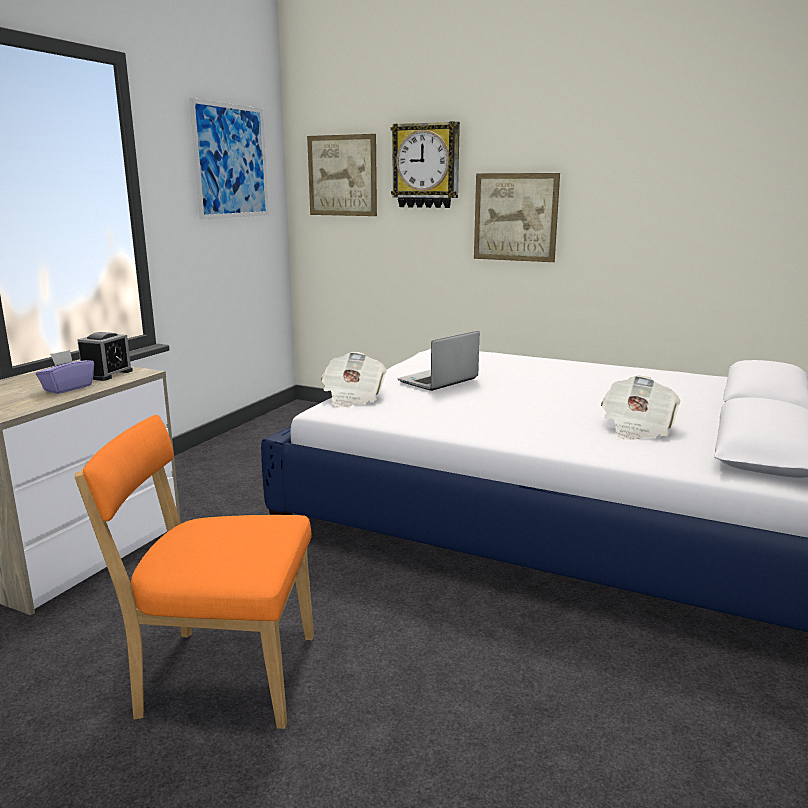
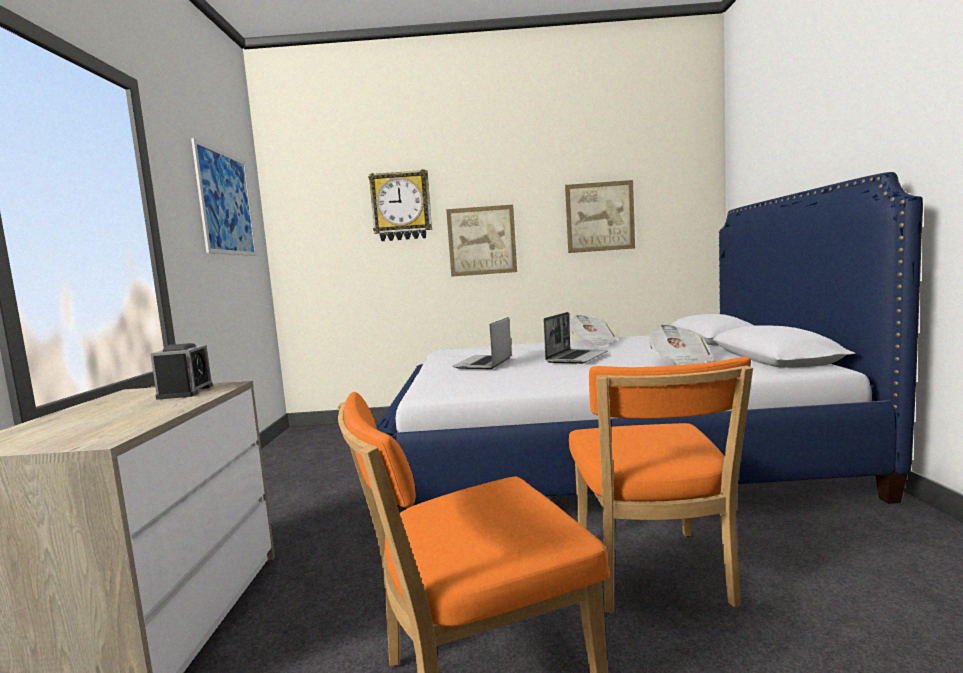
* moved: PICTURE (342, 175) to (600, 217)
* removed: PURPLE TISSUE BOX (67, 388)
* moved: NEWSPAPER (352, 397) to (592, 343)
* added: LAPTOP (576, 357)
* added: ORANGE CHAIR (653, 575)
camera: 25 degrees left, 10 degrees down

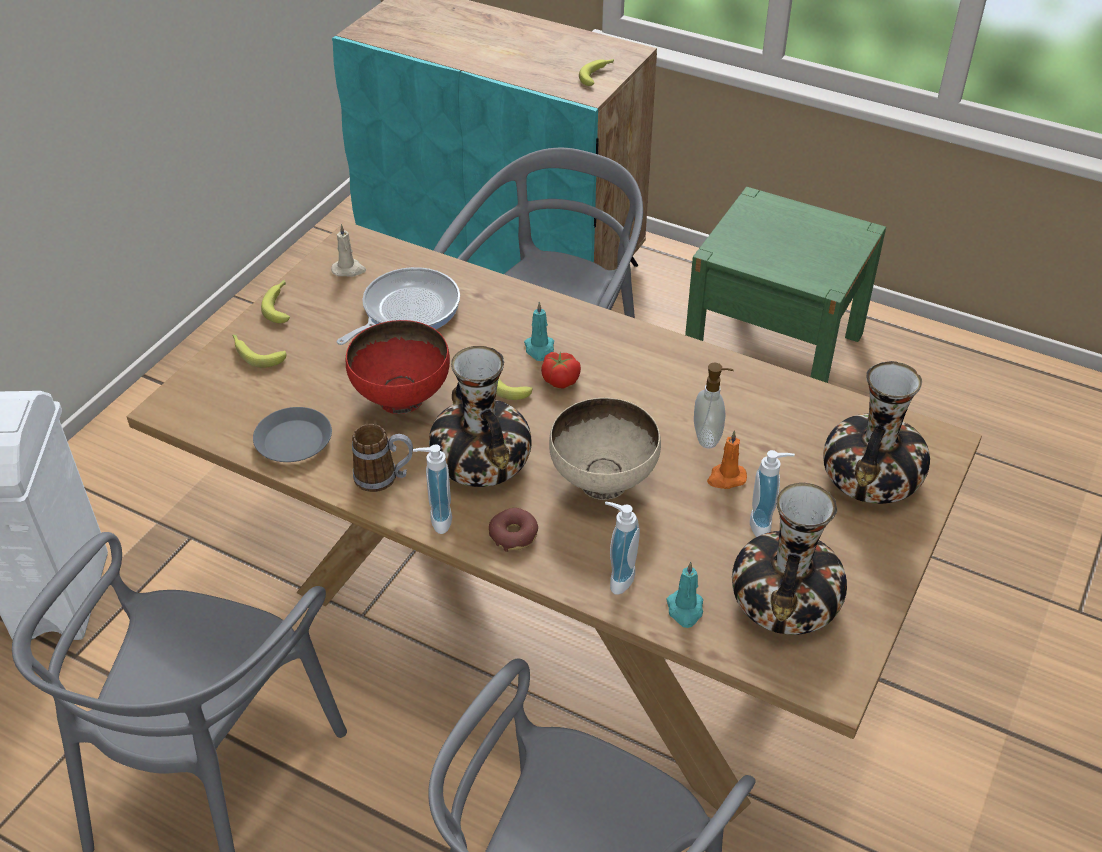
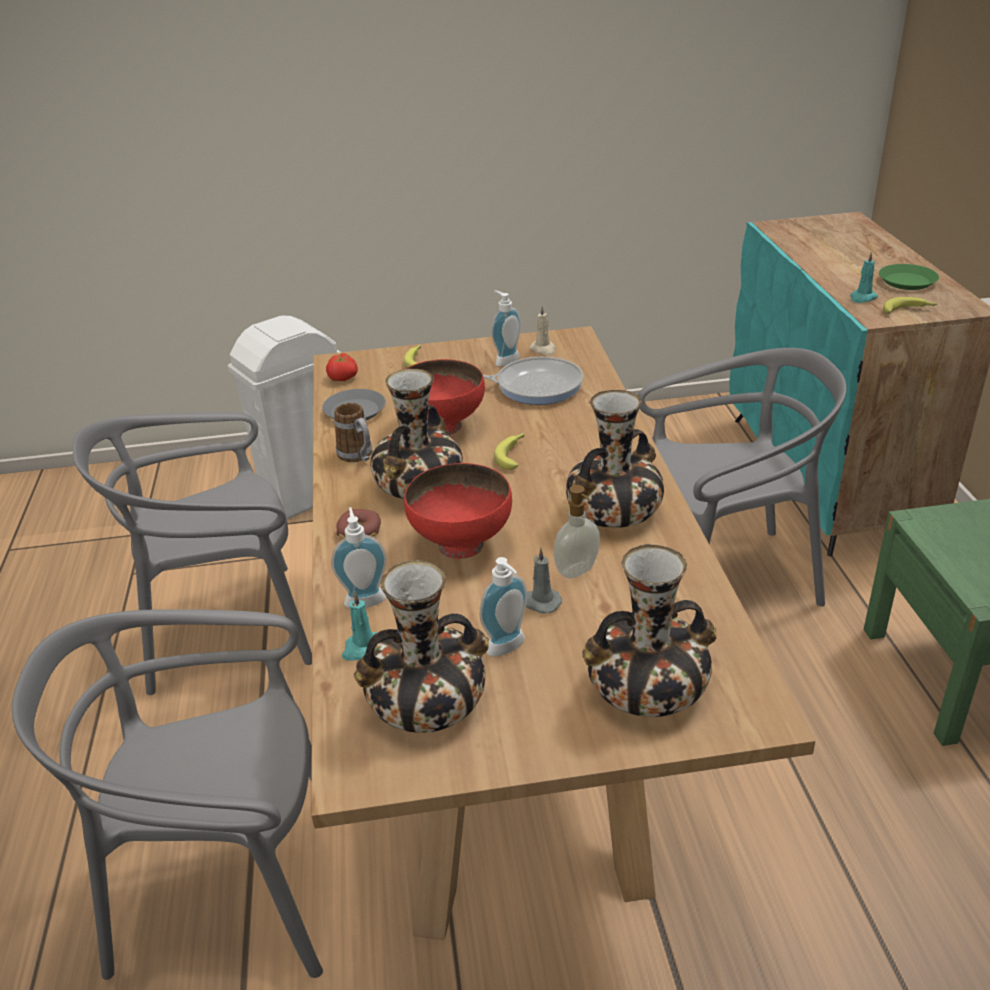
* removed: BANANA (280, 305)
* moved: TURQUOISE CANDLE (539, 349) to (862, 298)
* moved: TOMATO (560, 379) to (343, 377)
* recoloured: BEIGE BOWL (604, 481) to RED BOWL (462, 544)
* recoloured: ORANGE CANDLE (726, 478) to GREY CANDLE (540, 602)
* moved: SOAP DISPENSER (436, 519) to (505, 360)
* added: GREEN PLATE (907, 281)
* added: VASE (612, 511)
camera: 55 degrees right, 10 degrees down

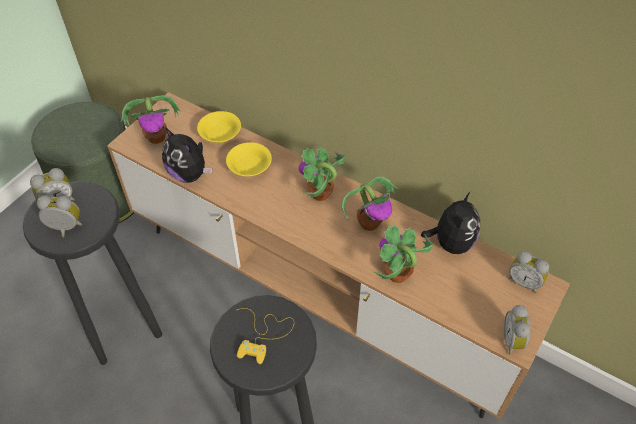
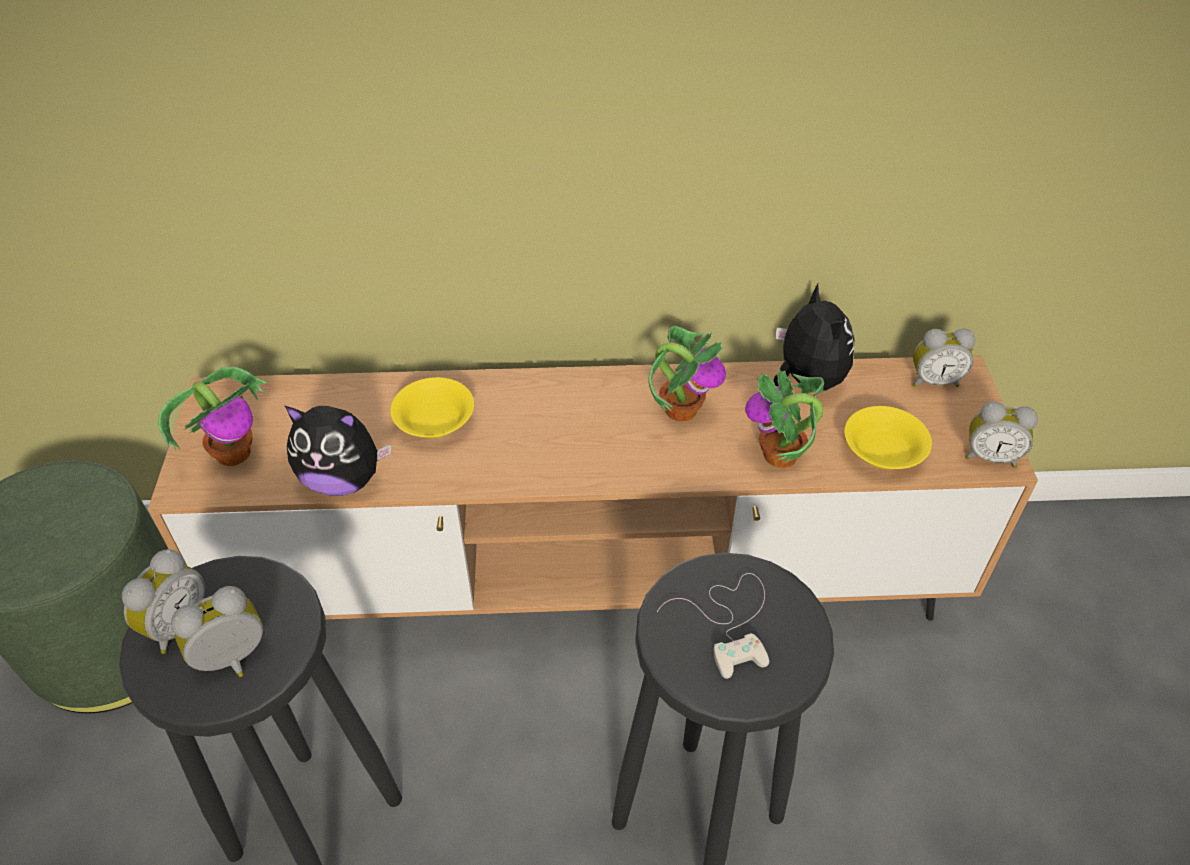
* moved: YELLOW BOWL (220, 135) to (883, 453)
* removed: POTTED PLANT (320, 194)
* turned: ALARM CLOCK (513, 340) = (990, 456) 45 degrees counterclockwise
* recoloured: YELLOW GAME CONTROLLER (264, 334) to WHITE GAME CONTROLLER (729, 622)
camera: 35 degrees left, 5 degrees down

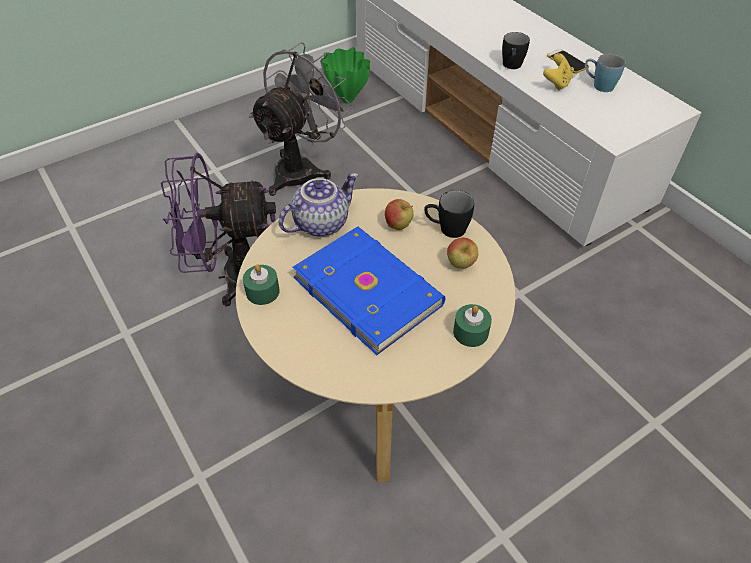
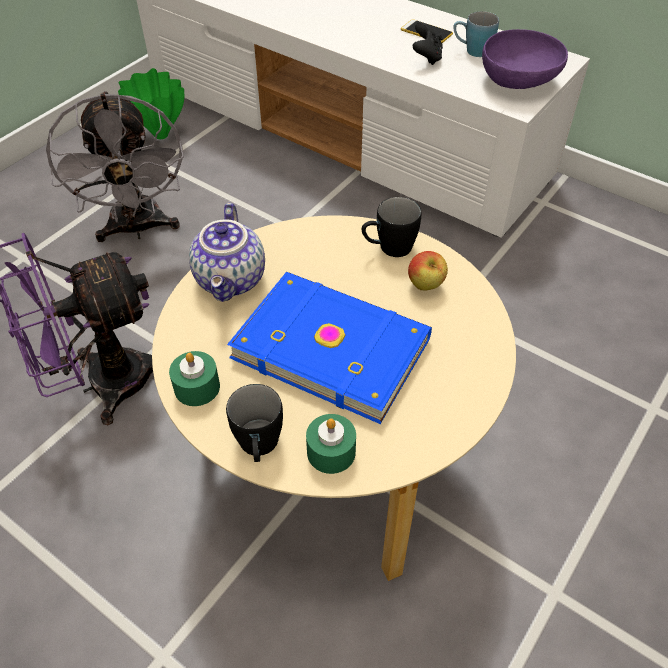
* moved: BLACK MUG (511, 66) to (259, 448)
* turned: GREY FAN (302, 168) = (138, 229) 150 degrees clockwise
* recoloured: YELLOW GAME CONTROLLER (556, 83) to BLACK GAME CONTROLLER (426, 57)
* turned: TEAPOT (321, 223) = (232, 280) 150 degrees clockwise
* removed: APPLE (398, 226)
* moved: GREEN CANDLE (470, 332) to (331, 452)
* added: PURPLE BOWL (519, 82)
camera: 20 degrees left, 0 degrees up

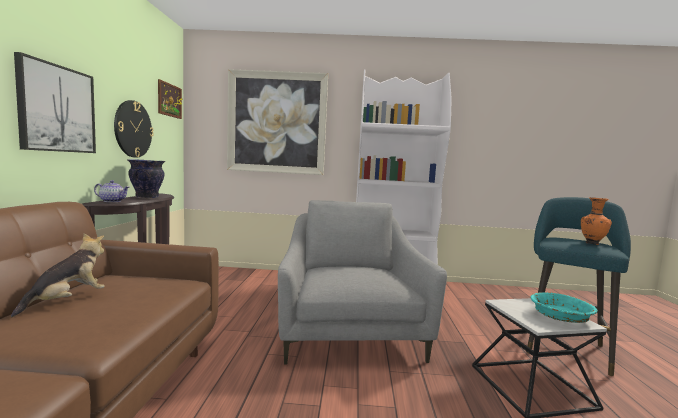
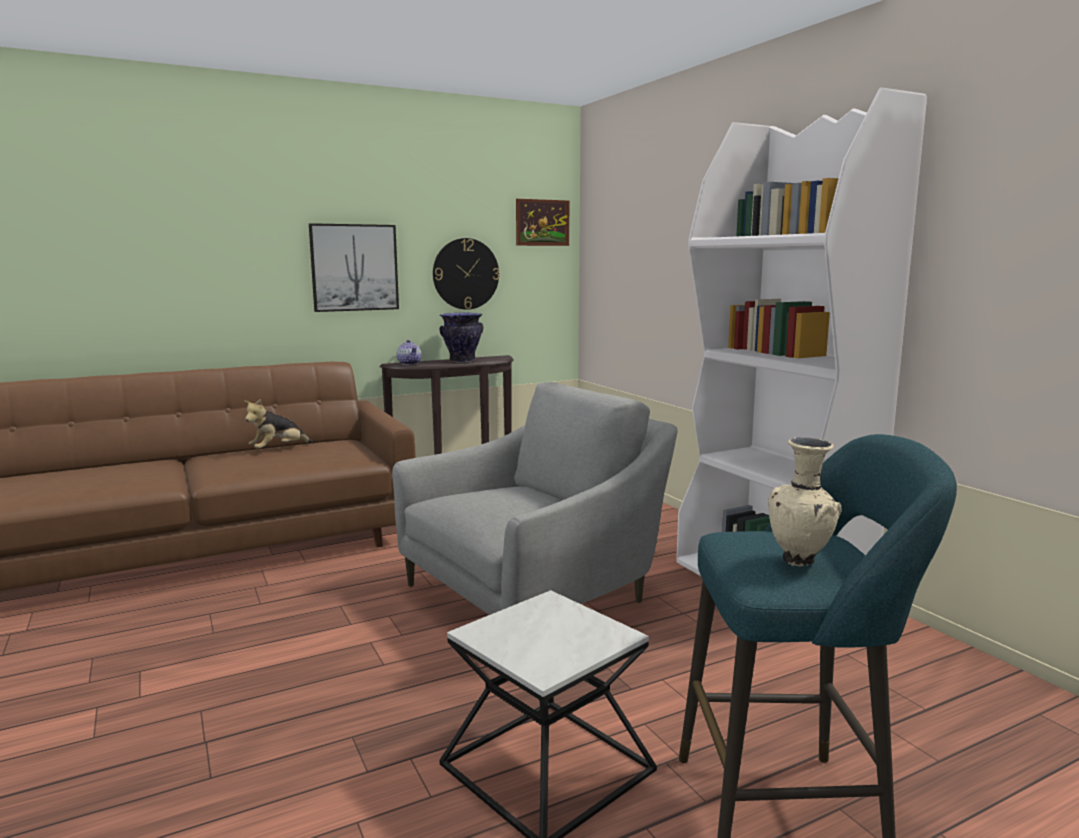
* removed: PICTURE (277, 123)
* recoloured: ORANGE VASE (592, 243) to BEIGE VASE (800, 562)
* turned: PLUSH TOY (67, 301) = (278, 450) 135 degrees clockwise
* removed: TURQUOISE BOWL (560, 316)
camera: 60 degrees right, 5 degrees up

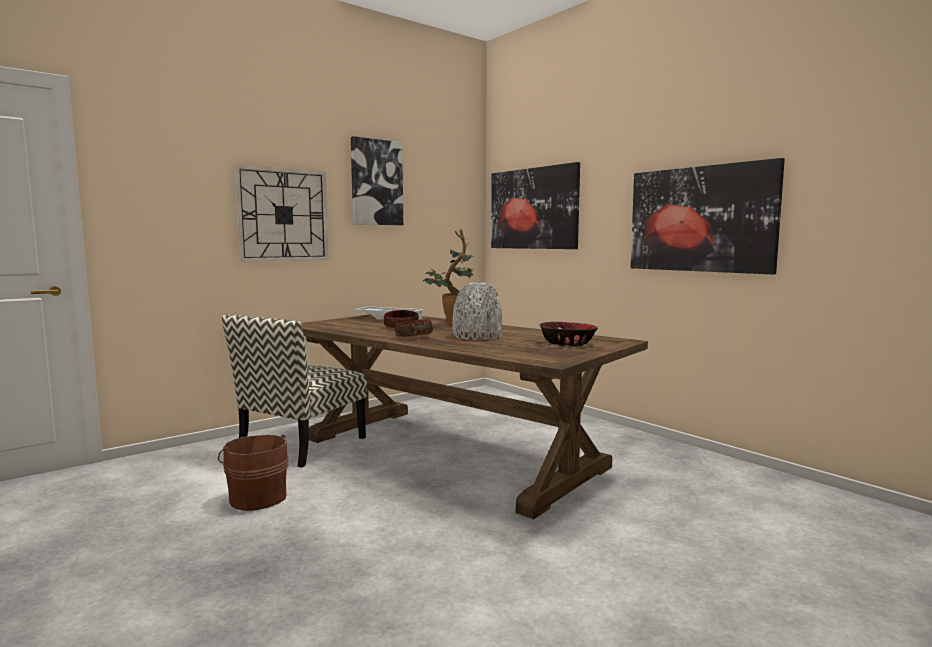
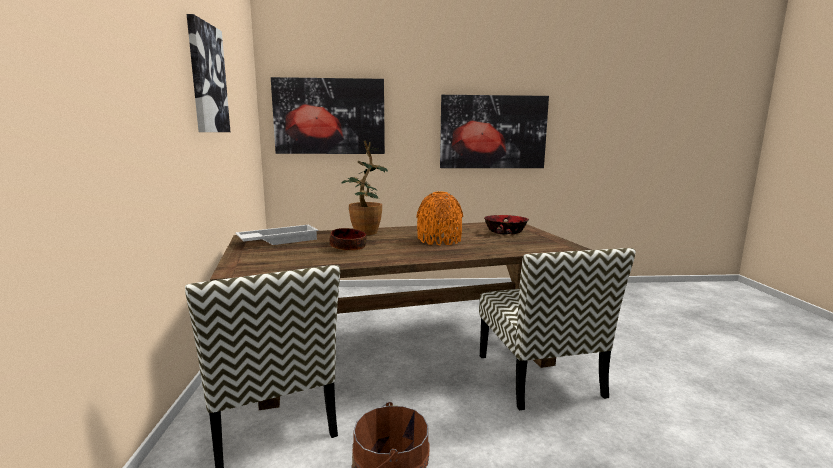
* removed: WALL CLOCK (283, 215)
* recoloured: GREY VASE (477, 336) to ORANGE VASE (439, 240)
* removed: BOWL (414, 336)
* added: CHAIR (540, 376)
camera: 55 degrees left, 5 degrees up

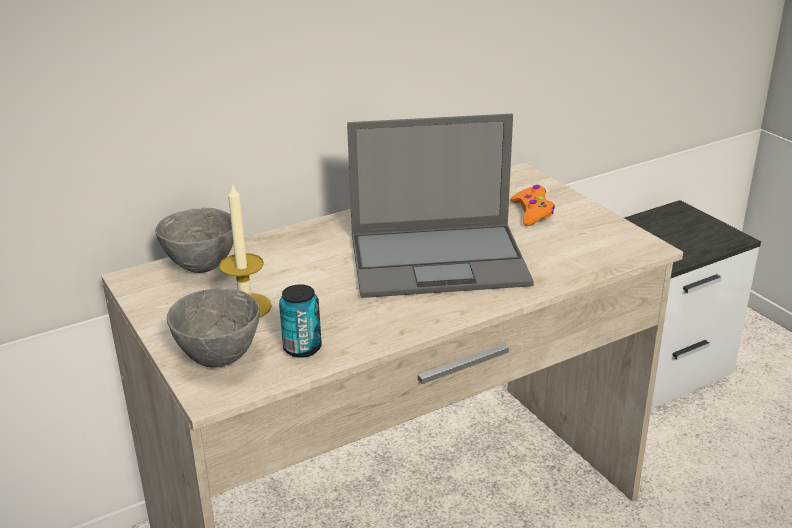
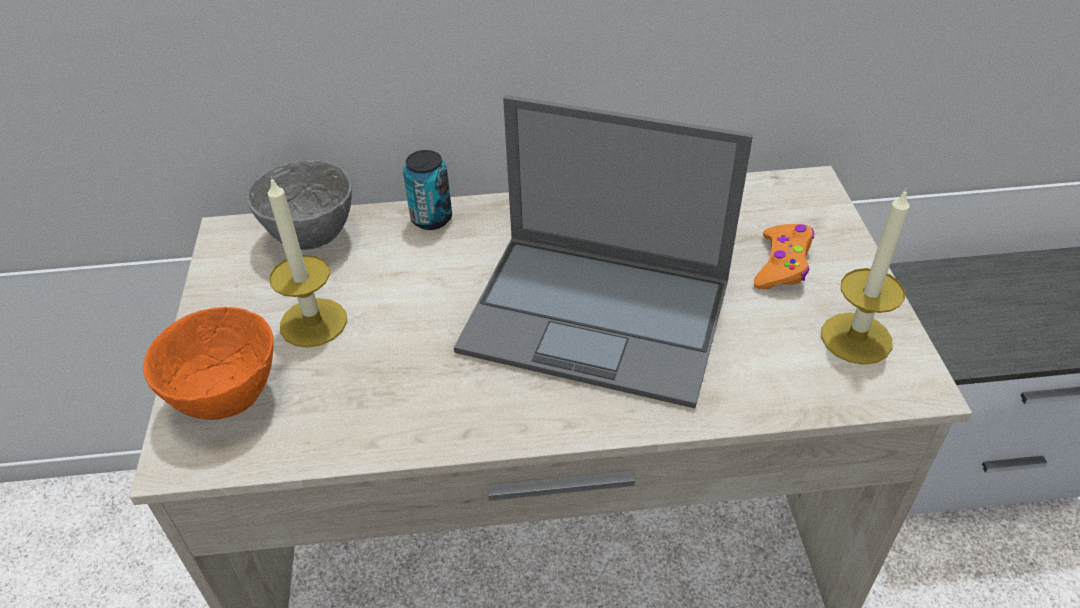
* moved: CAN (302, 348) to (431, 218)
* recoloured: GREY BOWL (217, 357) to ORANGE BOWL (226, 397)
* added: CANDLE (856, 338)
camera: 25 degrees right, 15 degrees up

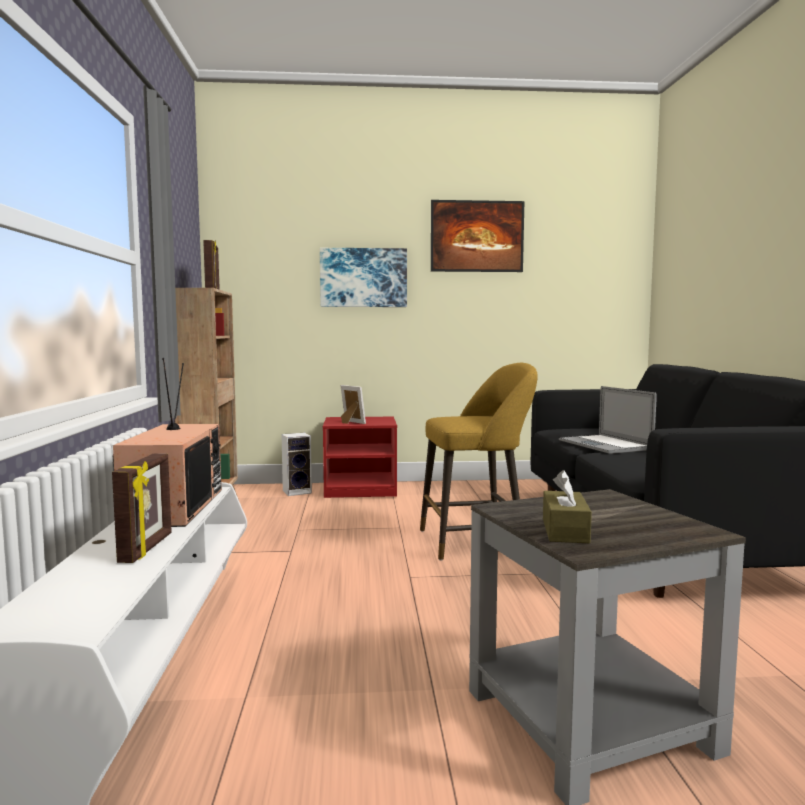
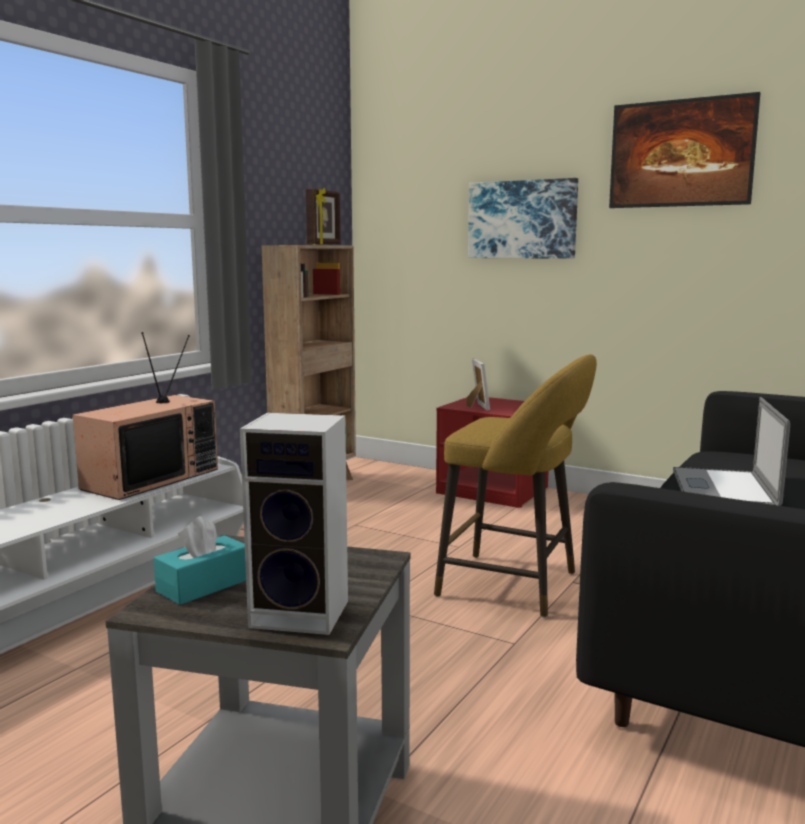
* moved: SPEAKER (298, 491) to (304, 613)
* removed: PICTURE FRAME (147, 548)
* recoloured: BROWN TISSUE BOX (565, 530) to TURQUOISE TISSUE BOX (204, 585)
camera: 35 degrees right, 5 degrees up

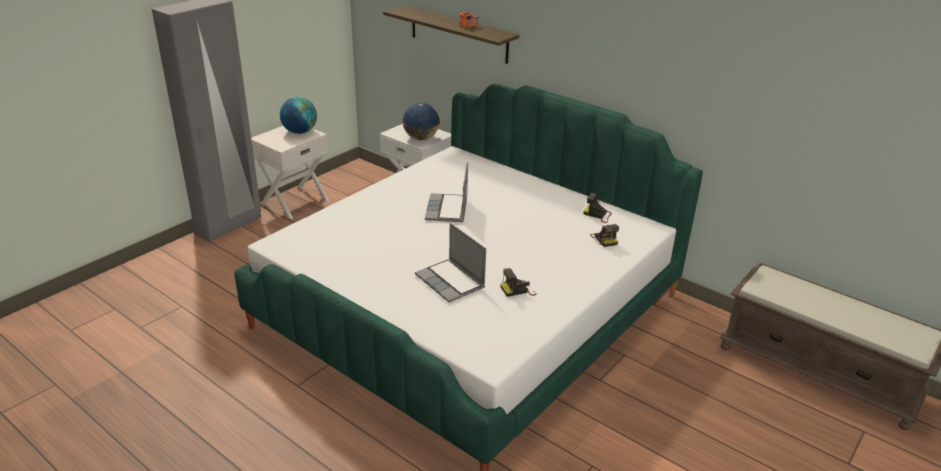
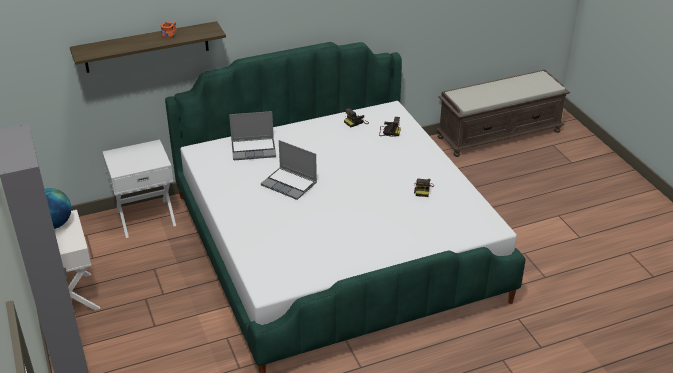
* removed: GLOBE (421, 138)
* moved: LAPTOP (451, 282) to (254, 149)
camera: 60 degrees left, 5 degrees up

